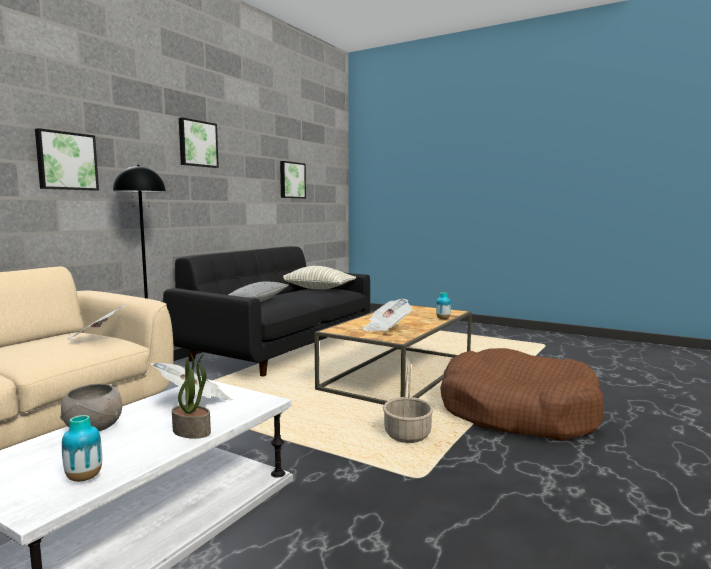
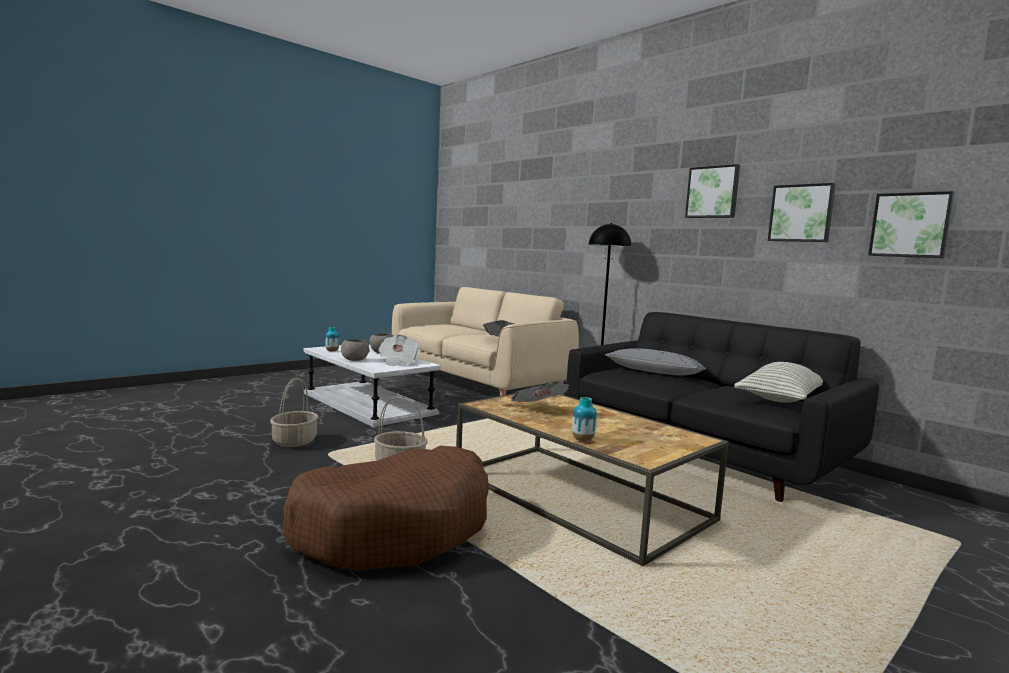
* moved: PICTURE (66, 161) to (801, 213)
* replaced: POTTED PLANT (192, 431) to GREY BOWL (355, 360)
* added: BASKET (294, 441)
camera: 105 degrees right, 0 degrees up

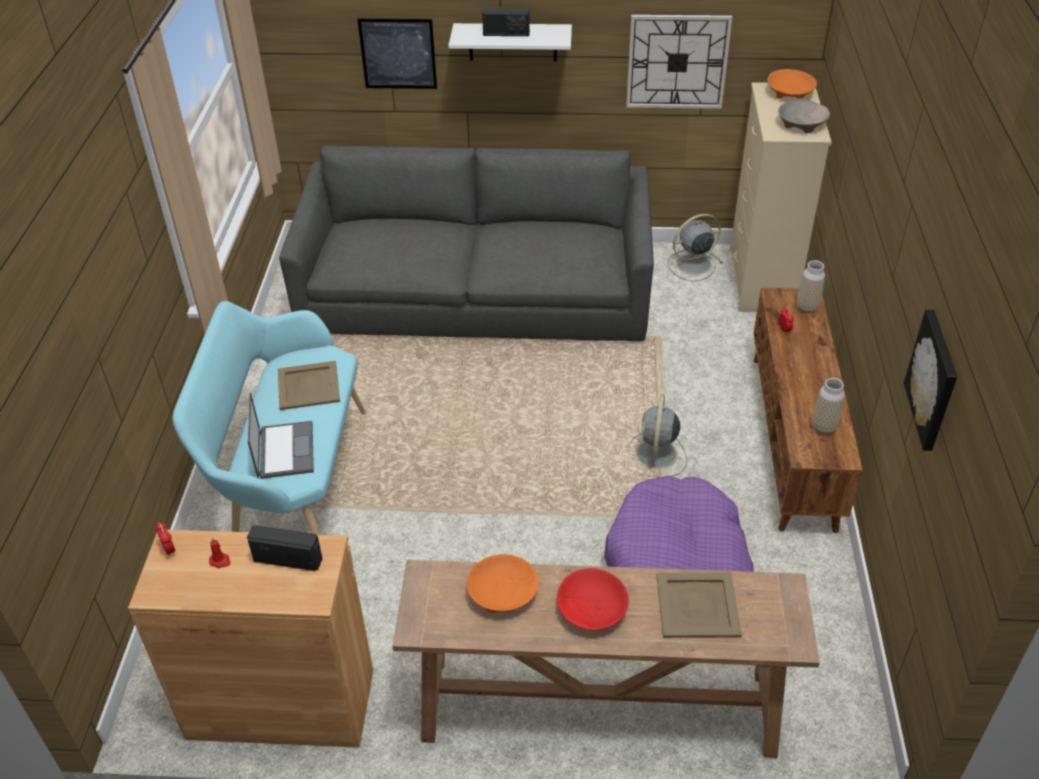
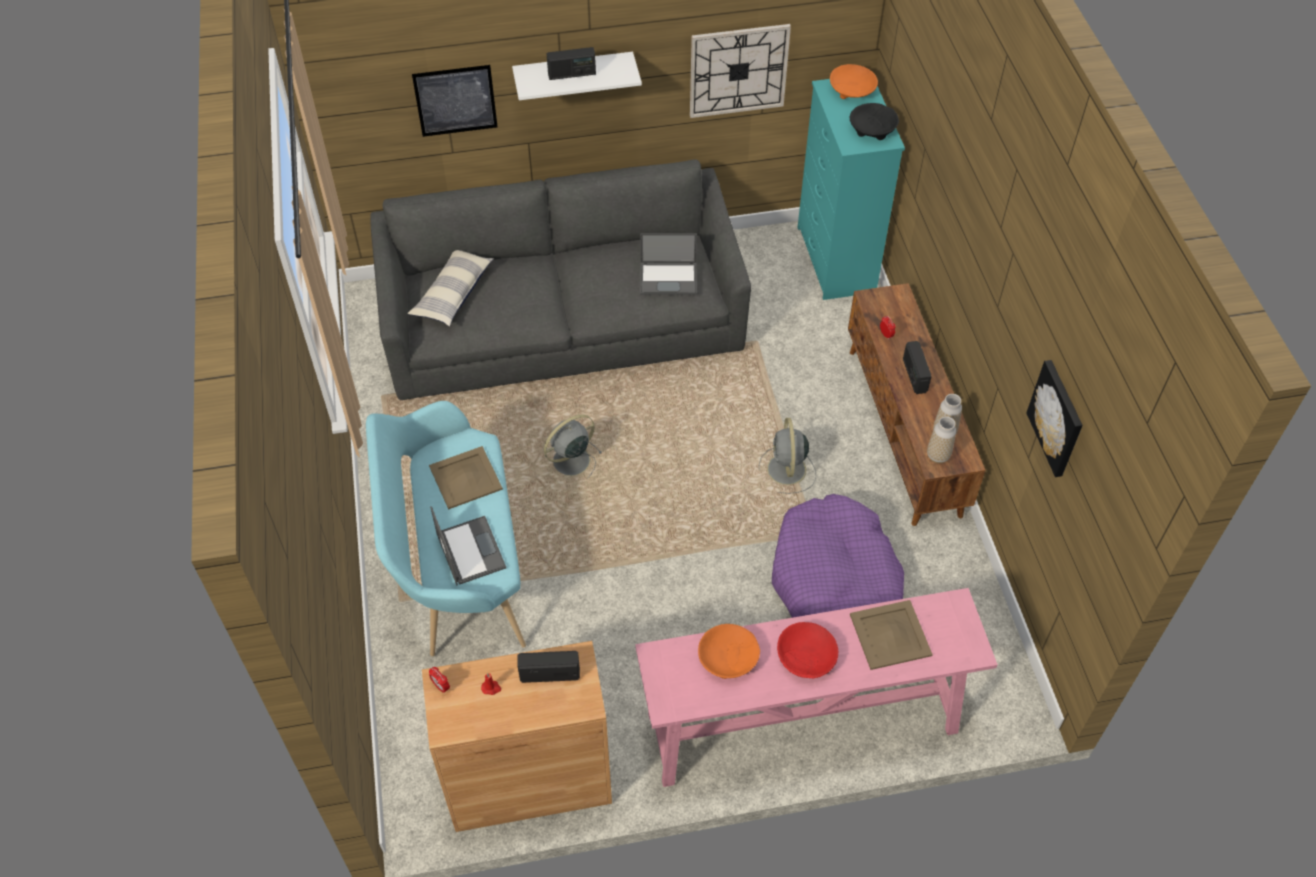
* recoloured: BEIGE DRESSER (761, 280) to TURQUOISE DRESSER (835, 260)
* recoloured: BEIGE BOWL (801, 124) to BLACK BOWL (872, 129)
* moved: GREY FAN (692, 265) to (569, 462)
* moved: VASE (807, 308) to (938, 456)
* recoloured: BROWN CONSOLE TABLE (596, 708) to PINK CONSOLE TABLE (800, 723)
* added: LAPTOP (669, 278)
* added: PILLOW (453, 294)
* added: RADIO (914, 375)
camera: 15 degrees left, 10 degrees up

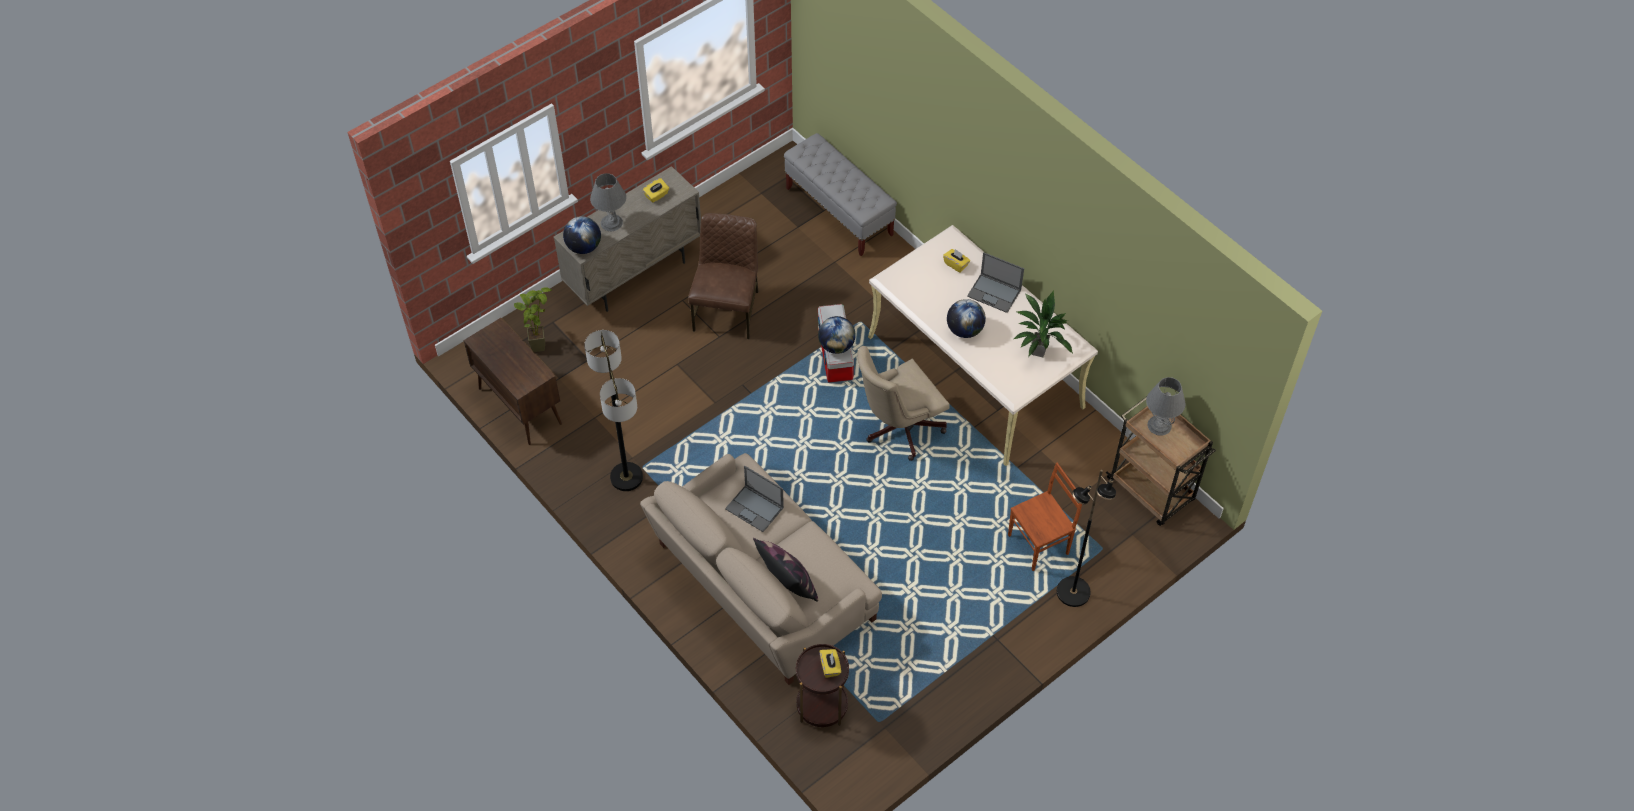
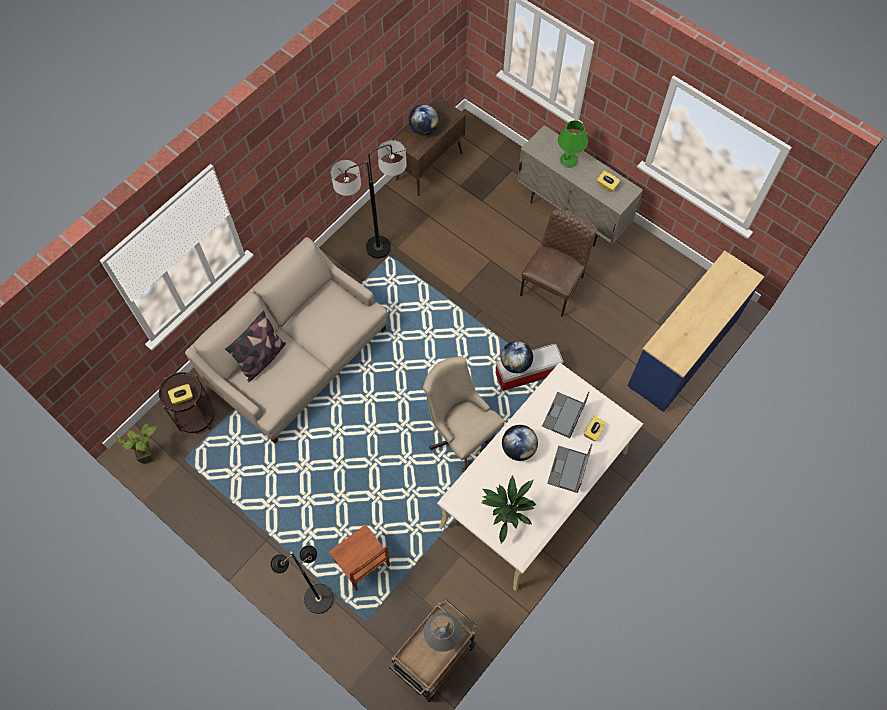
* replaced: GREY BENCH (839, 212) to BLUE DRESSER (683, 352)
* recoloured: GREY TABLE LAMP (611, 222) to GREEN TABLE LAMP (569, 160)
* turned: BROWN CHAIR (727, 310) = (553, 285) 60 degrees counterclockwise
* moved: GLOBE (584, 247) to (423, 129)
* moved: POTTED PLANT (540, 342) to (153, 457)
* moved: LAPTOP (755, 508) to (563, 415)
camera: 80 degrees right, 10 degrees up

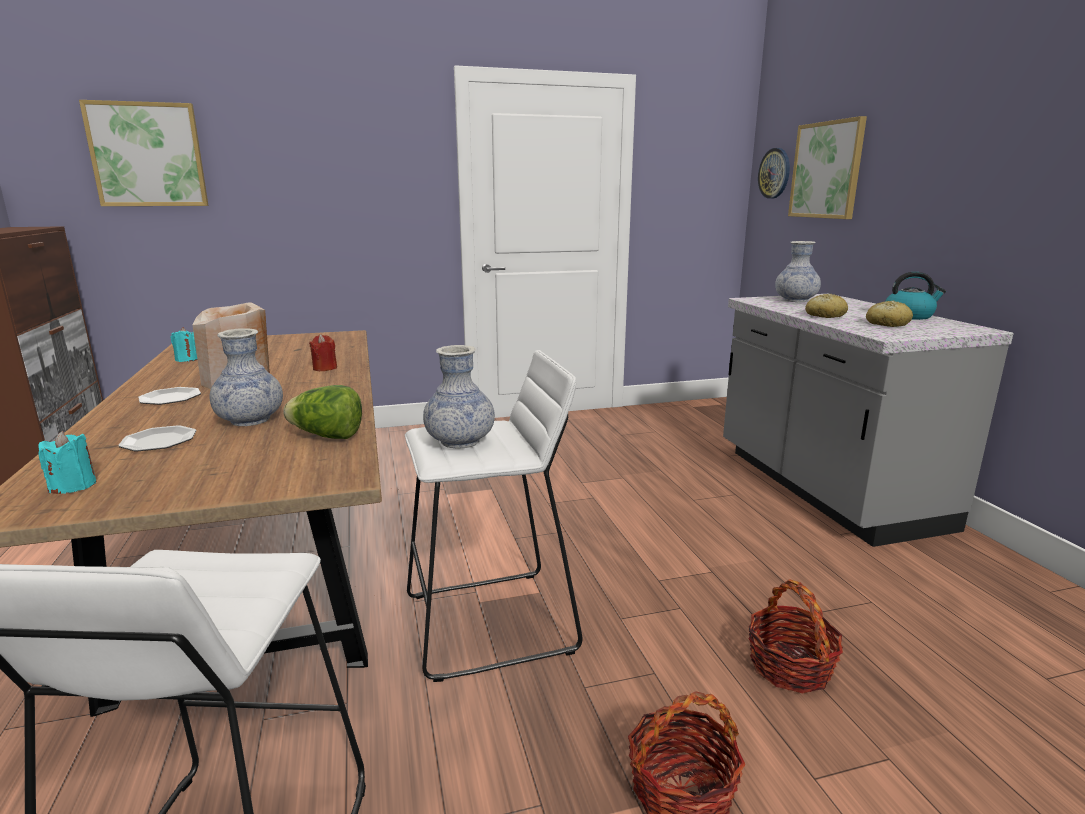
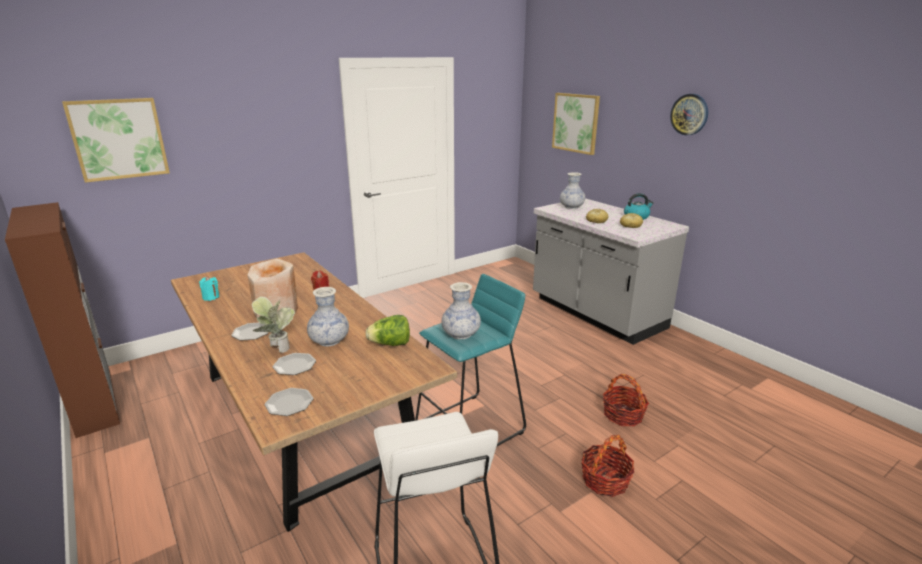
* moved: WALL CLOCK (774, 173) to (689, 114)
* recoloured: WHITE STOOL (492, 623) to TURQUOISE STOOL (471, 427)
* replaced: TURQUOISE CANDLE (73, 486) to PLATE (289, 403)
* added: POTTED PLANT (276, 348)
camera: 20 degrees left, 5 degrees up

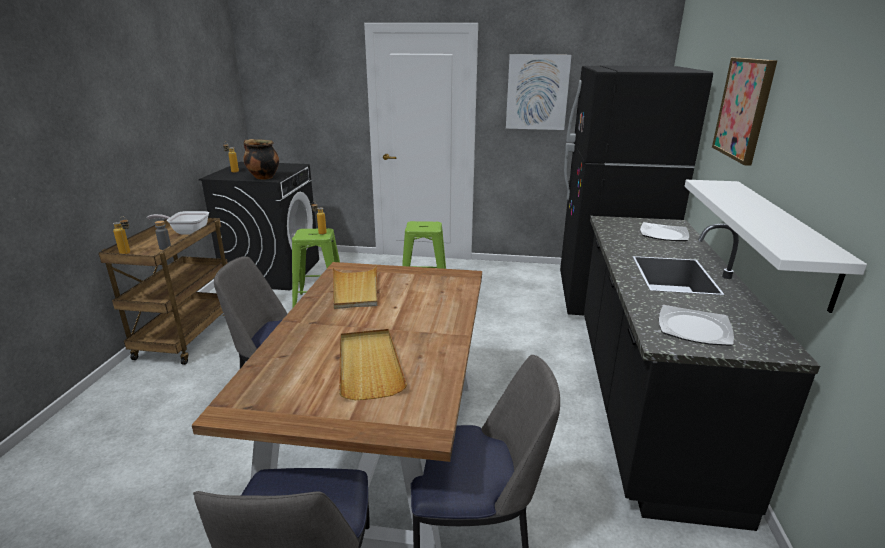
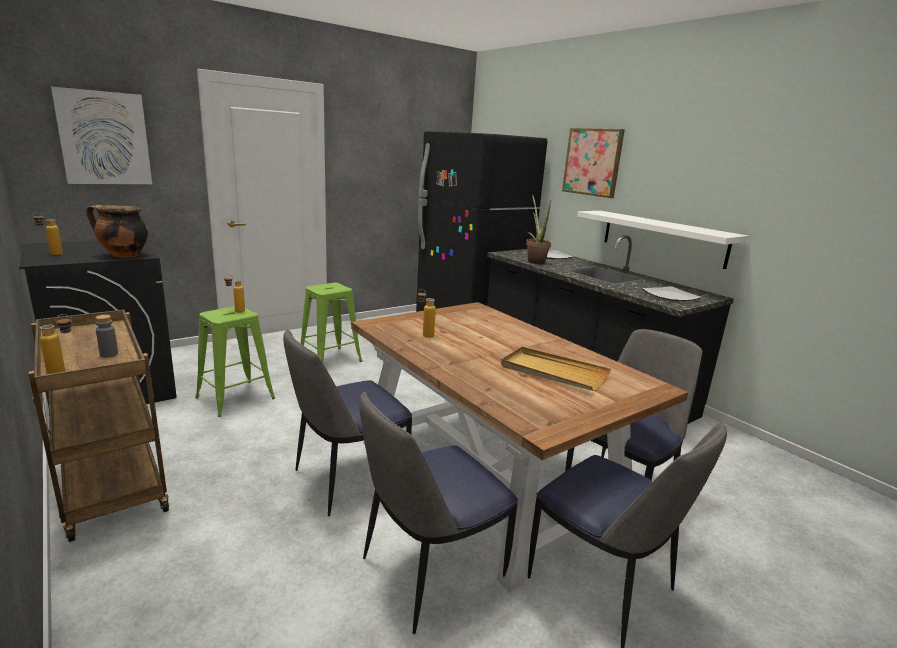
* moved: PICTURE (537, 92) to (104, 138)
* removed: FRYING PAN (187, 232)
* replaced: BEIGE TRAY (355, 289) to BOTTLE (424, 334)
* added: POTTED PLANT (534, 261)
* added: CHAIR (428, 573)
camera: 45 degrees left, 5 degrees down

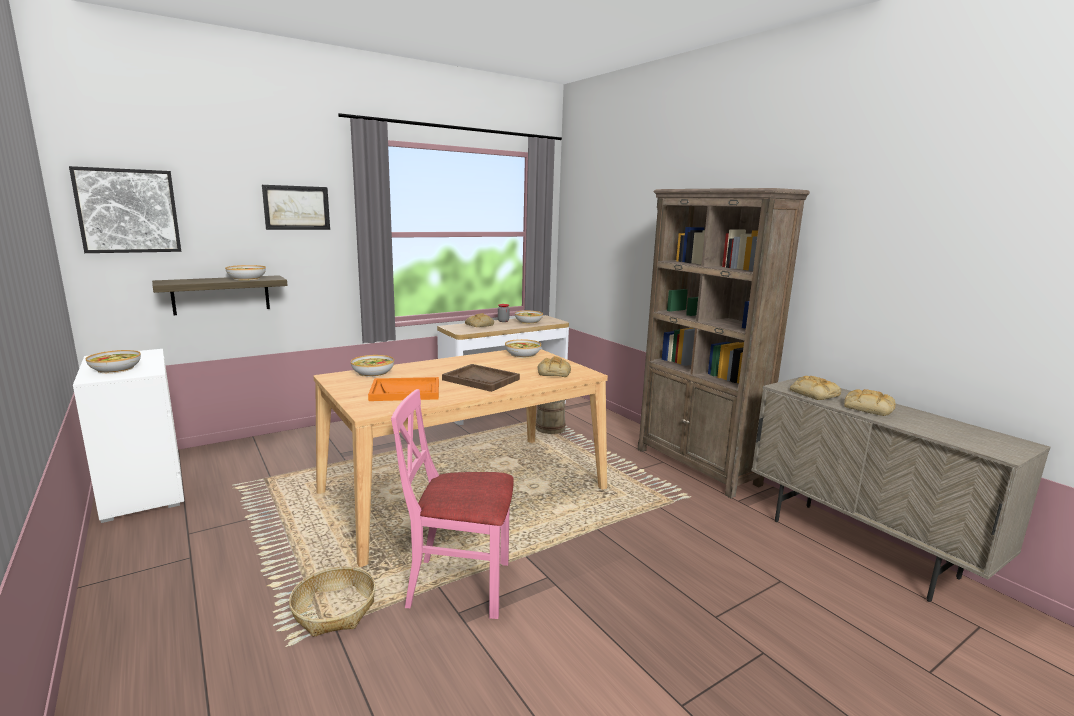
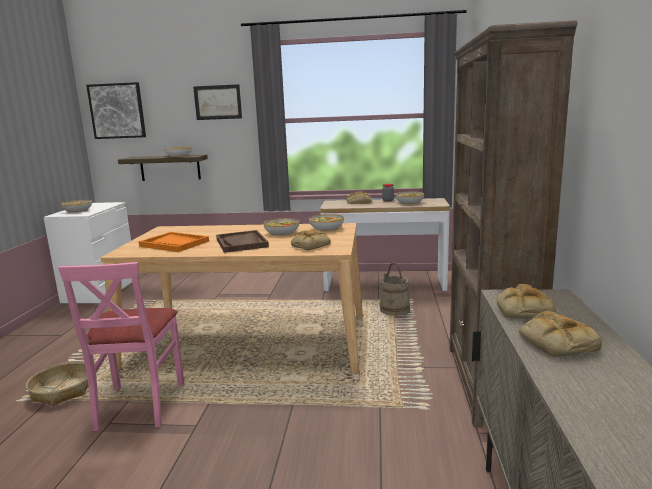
* moved: BOWL (373, 373) to (282, 233)
* turned: PINK CHAIR (459, 585) = (139, 405) 135 degrees counterclockwise
camera: 40 degrees right, 0 degrees up

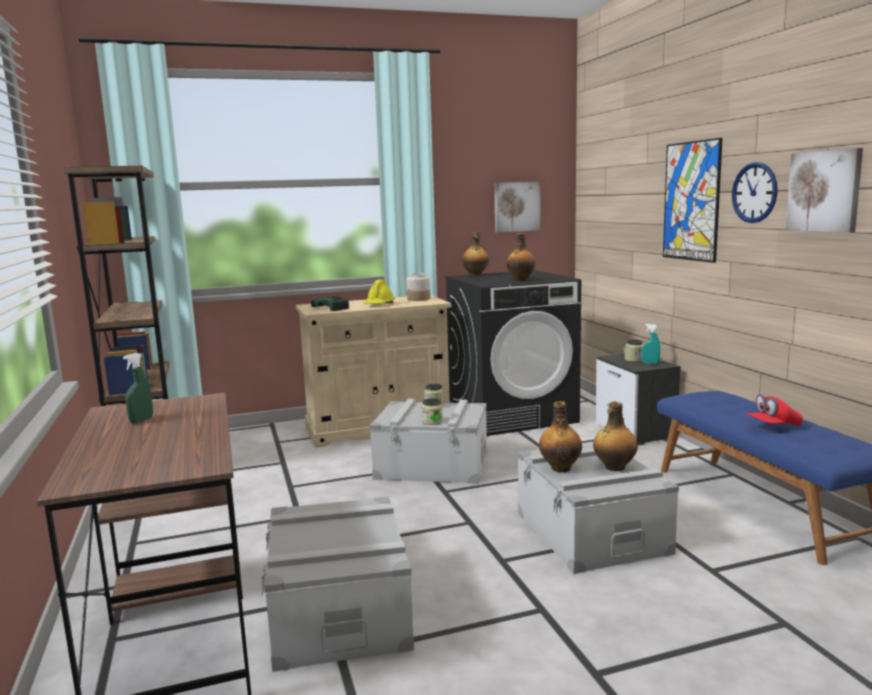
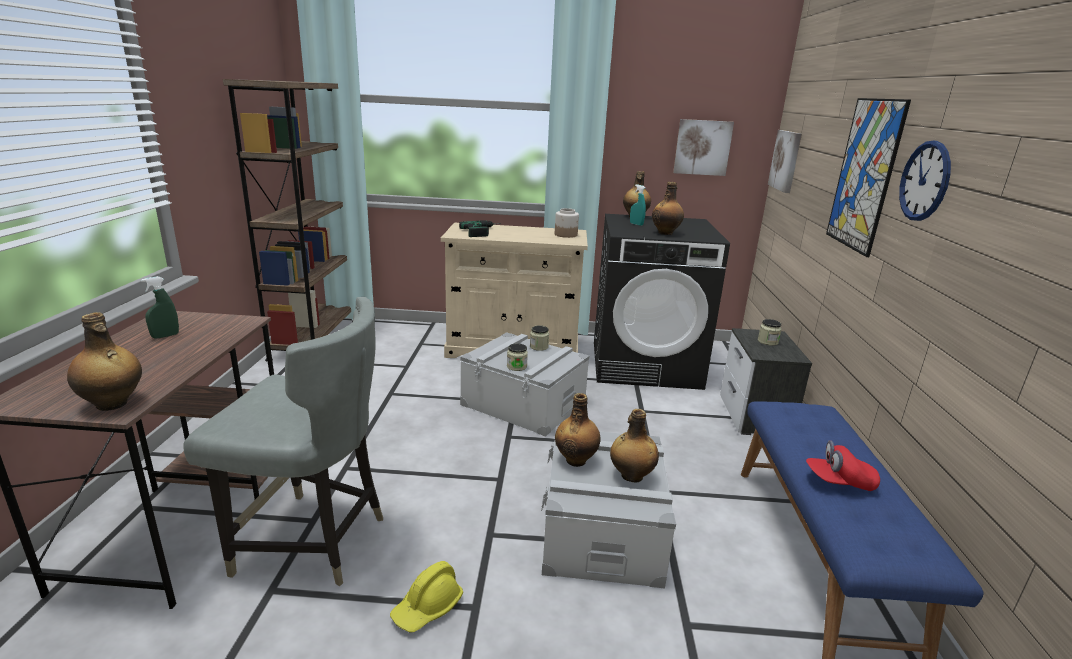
* moved: PICTURE (824, 191) to (786, 160)
* moved: YELLOW HARD HAT (379, 305) to (427, 607)
* moved: TURQUOISE SPRAY BOTTLE (650, 363) to (636, 224)
* replaced: GREY STORAGE BOX (340, 611) to GREY CHAIR (312, 541)
* added: BOTTLE (112, 404)
camera: 20 degrees right, 10 degrees up

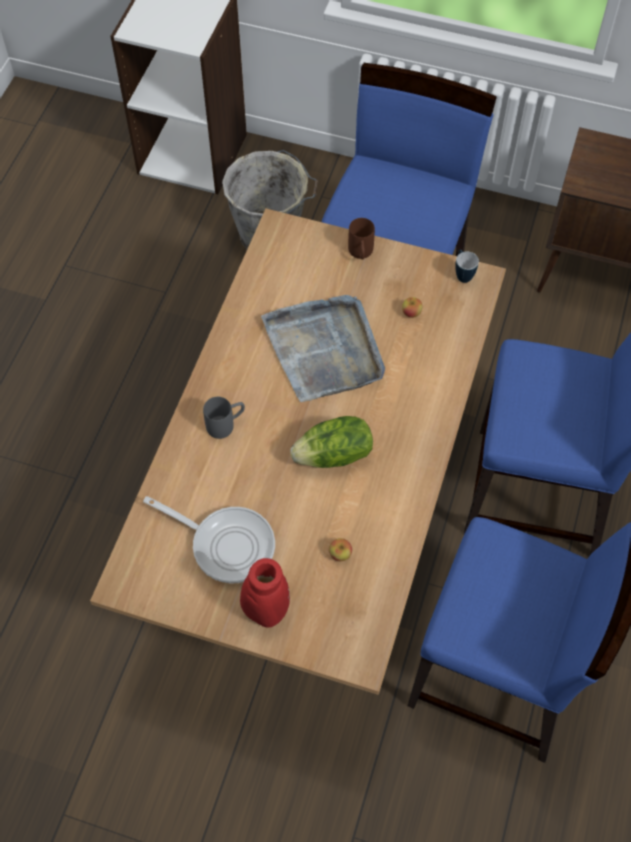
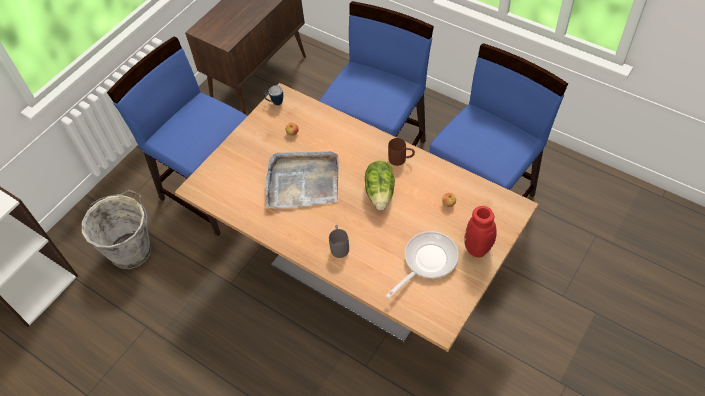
* moved: BROWN MUG (361, 254) to (401, 159)
camera: 70 degrees left, 5 degrees down

